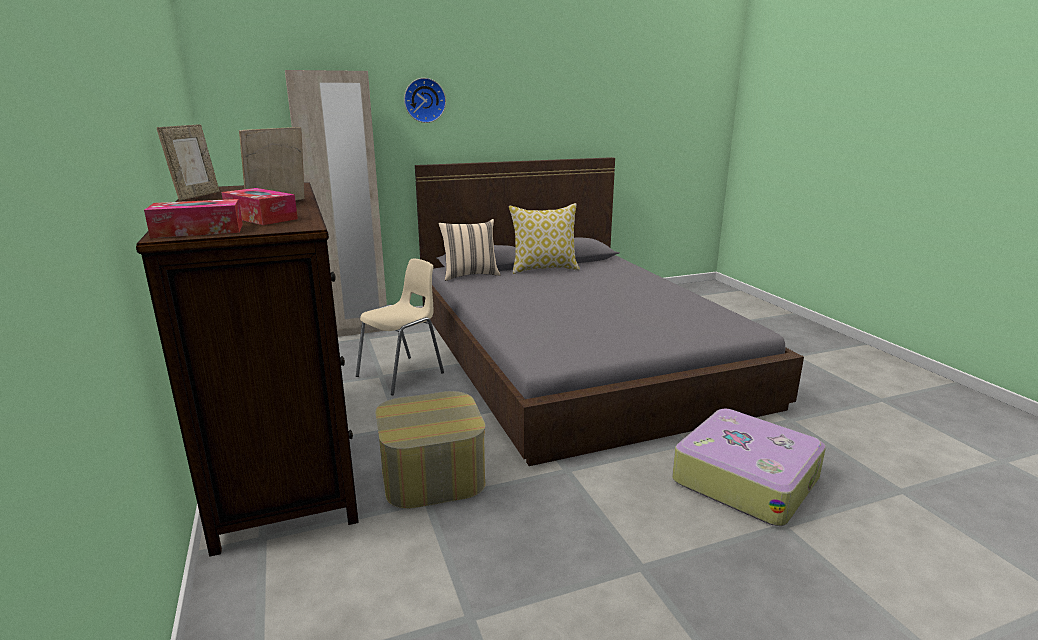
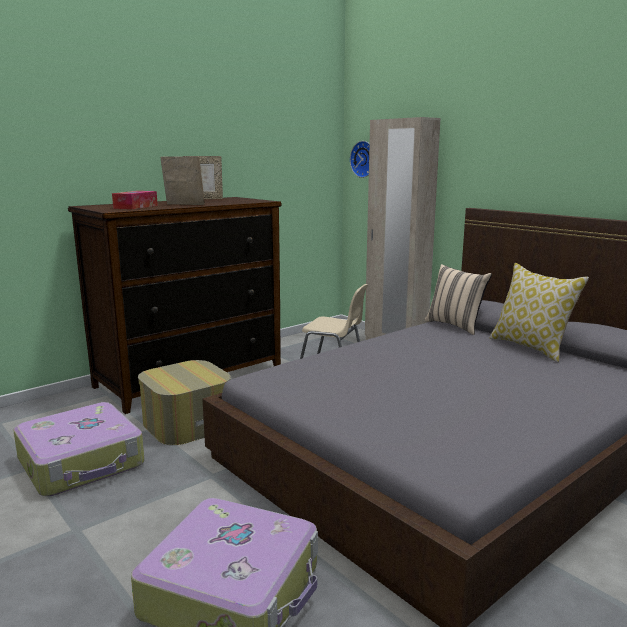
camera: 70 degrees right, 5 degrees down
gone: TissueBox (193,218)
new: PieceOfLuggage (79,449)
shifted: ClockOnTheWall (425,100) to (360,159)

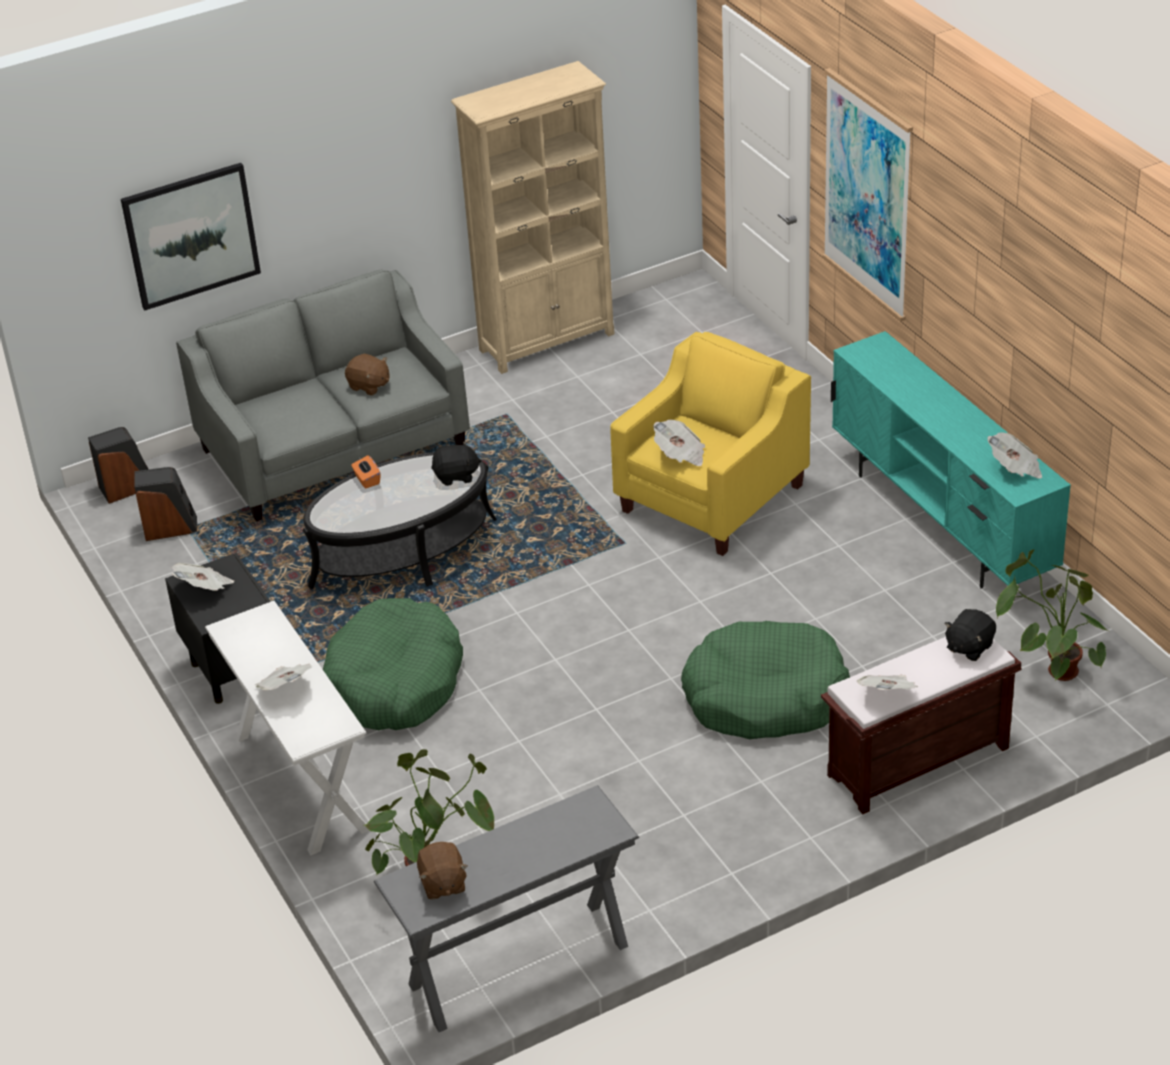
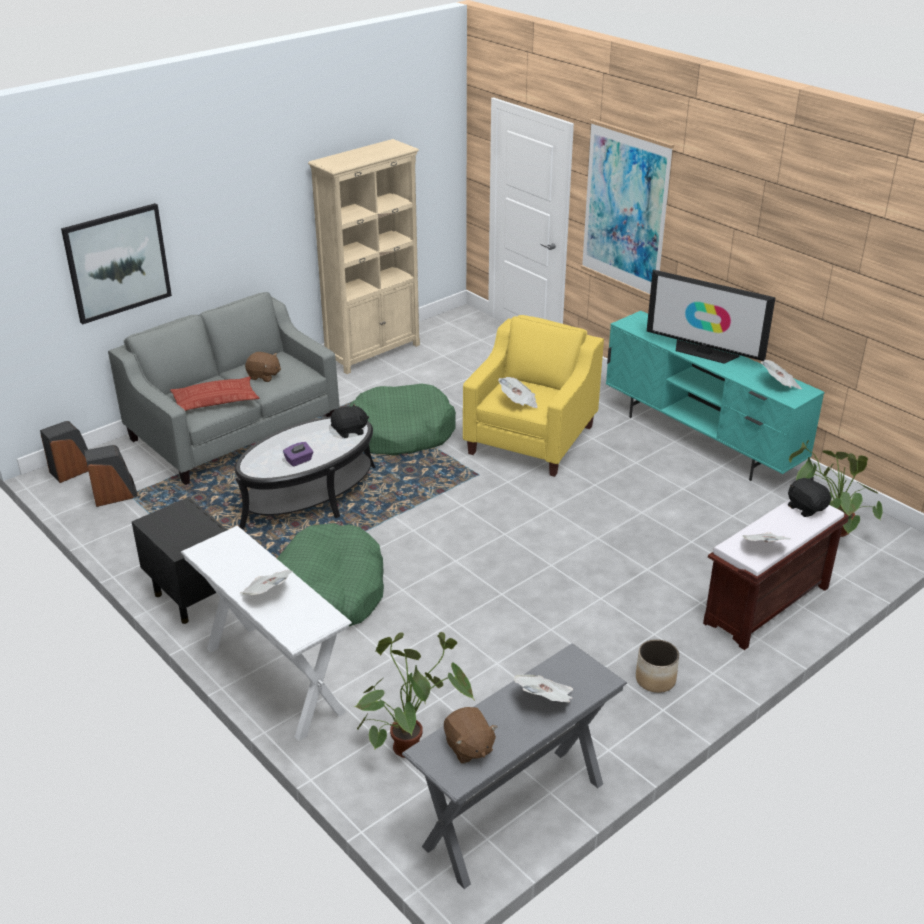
camera: 15 degrees left, 5 degrees down
gone: OrangeTissueBox (366,471)
new: Cushion (214,393); PurplishTissueBox (298,454); FlowerPot (657,666); Television (711,317)
shifted: GreenishDogCushion (765,680) to (402,419); DailyPaper (203,577) to (543,689)
rotated: BlackCuddlyToy (970,635) = (809,497) 120 degrees clockwise

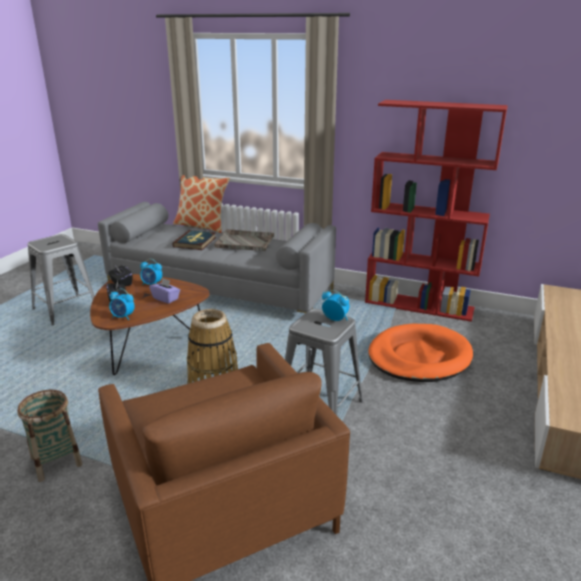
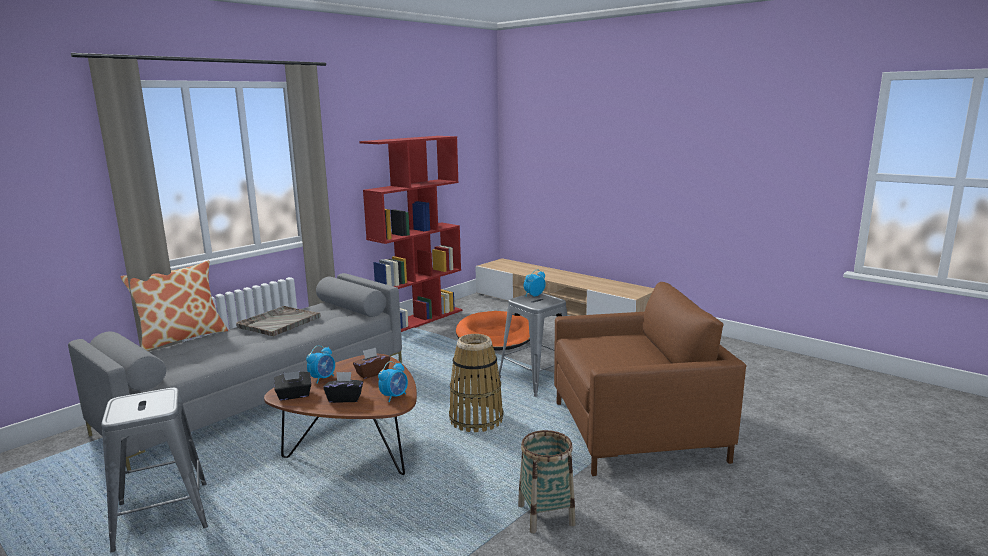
camera: 70 degrees left, 10 degrees down
gone: Book (194,240)
repainted: PurplishTissueBox (164,290) to BrownishTissueBox (371,363)

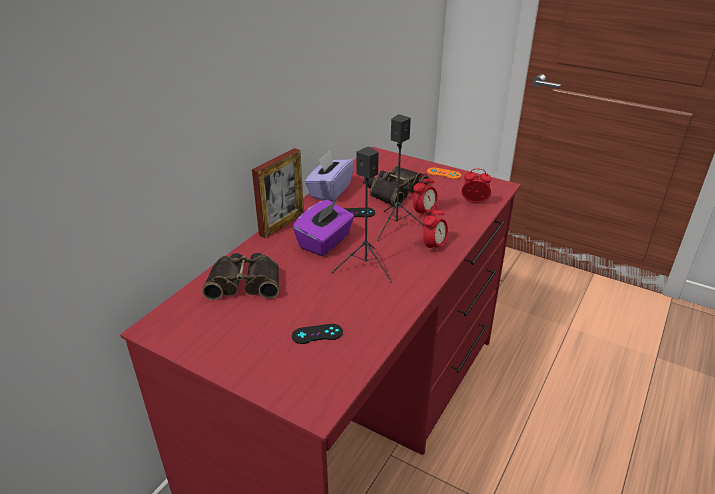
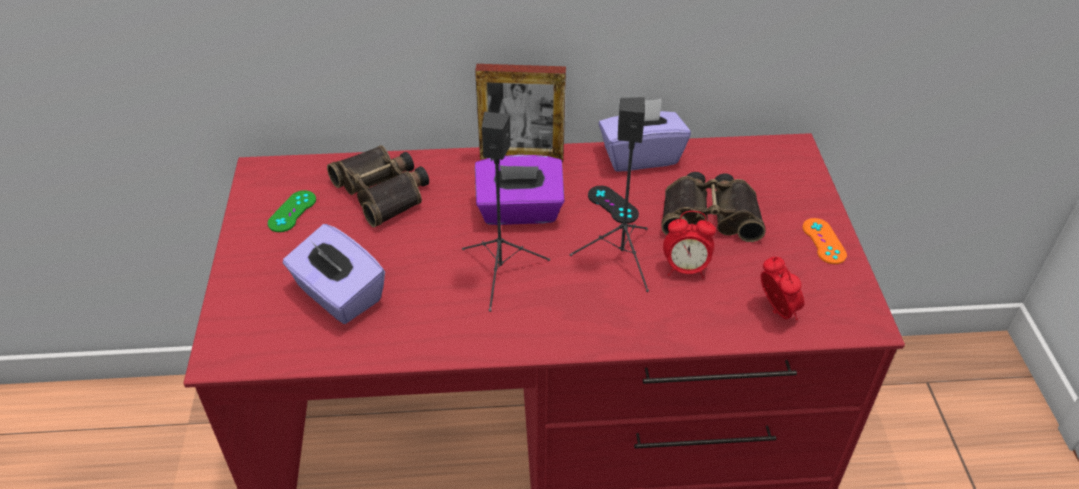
camera: 55 degrees right, 10 degrees up
gone: BedsideClock (435,229)
new: GreenishJoypad (291,211)
swapped: BlackJoypad (317,334) to PurplishTissueBox (334,274)

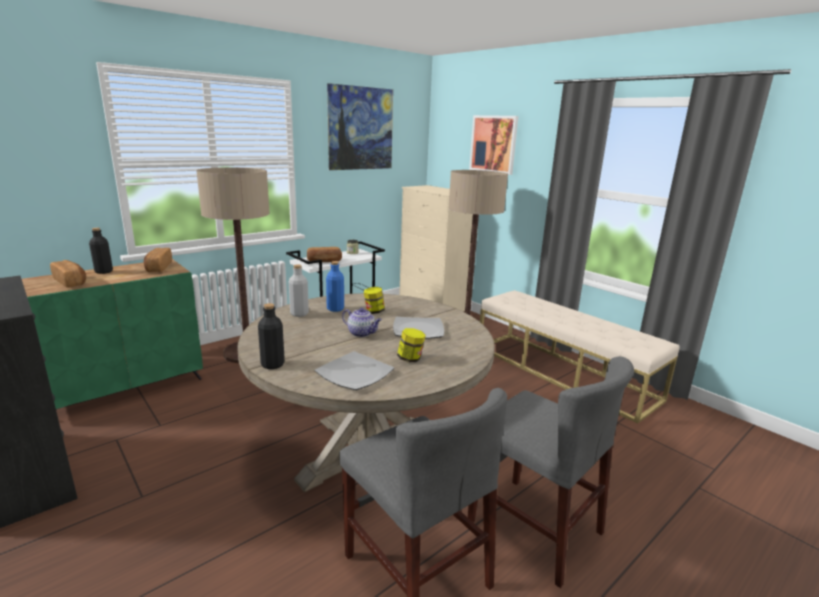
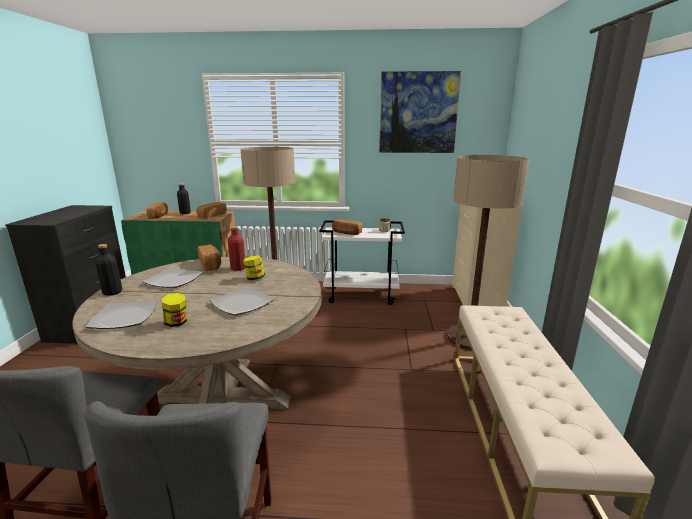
camera: 45 degrees right, 0 degrees up
gone: TeaPot (362,322); Picture (493,145)
new: Plate (172,278)
swapped: GreyBottle (299,290) to BakeryBread (209,257)
repainted: BluishBottle (335,286) to ReddishBottle (236,248)

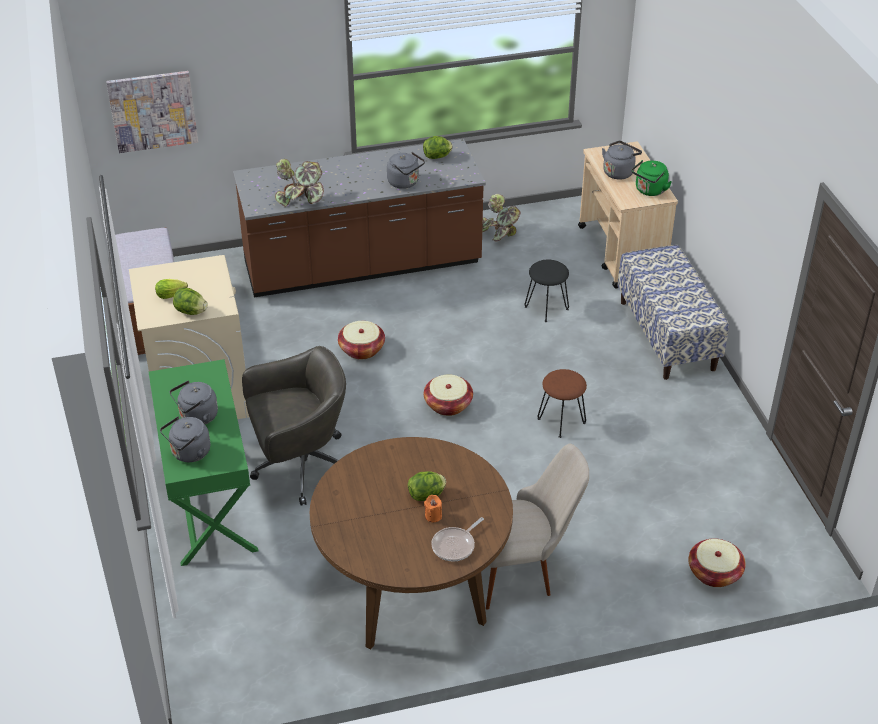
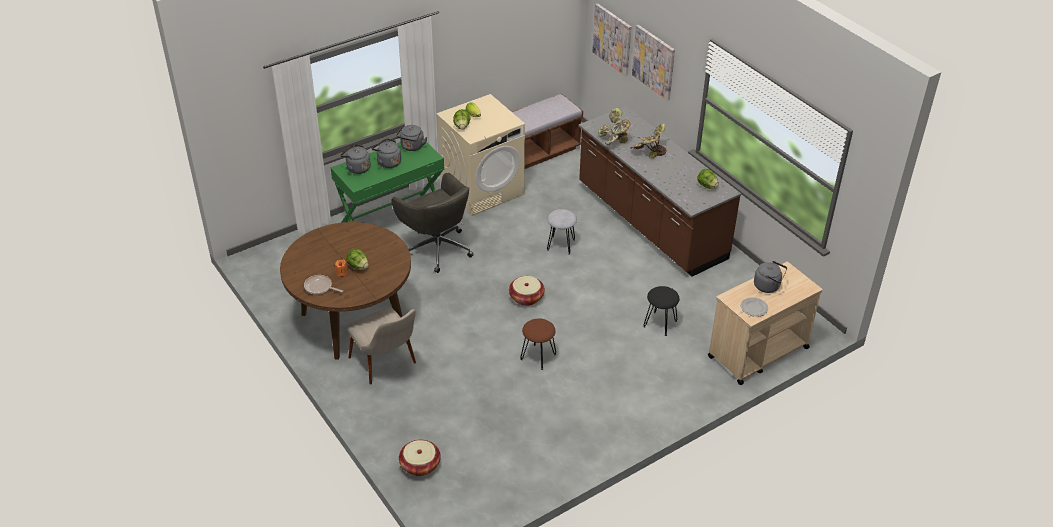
camera: 70 degrees right, 0 degrees up
gone: Bench (673,312)
new: Picture (653,62)
shifted: GreyWaterKettle (406,170) to (411,138); Houseplant (501,217) to (649,140)
swapped: Basket (361,340) to GreyStool (562,231); GreenishWaterKettle (651,178) to Plate (754,307)

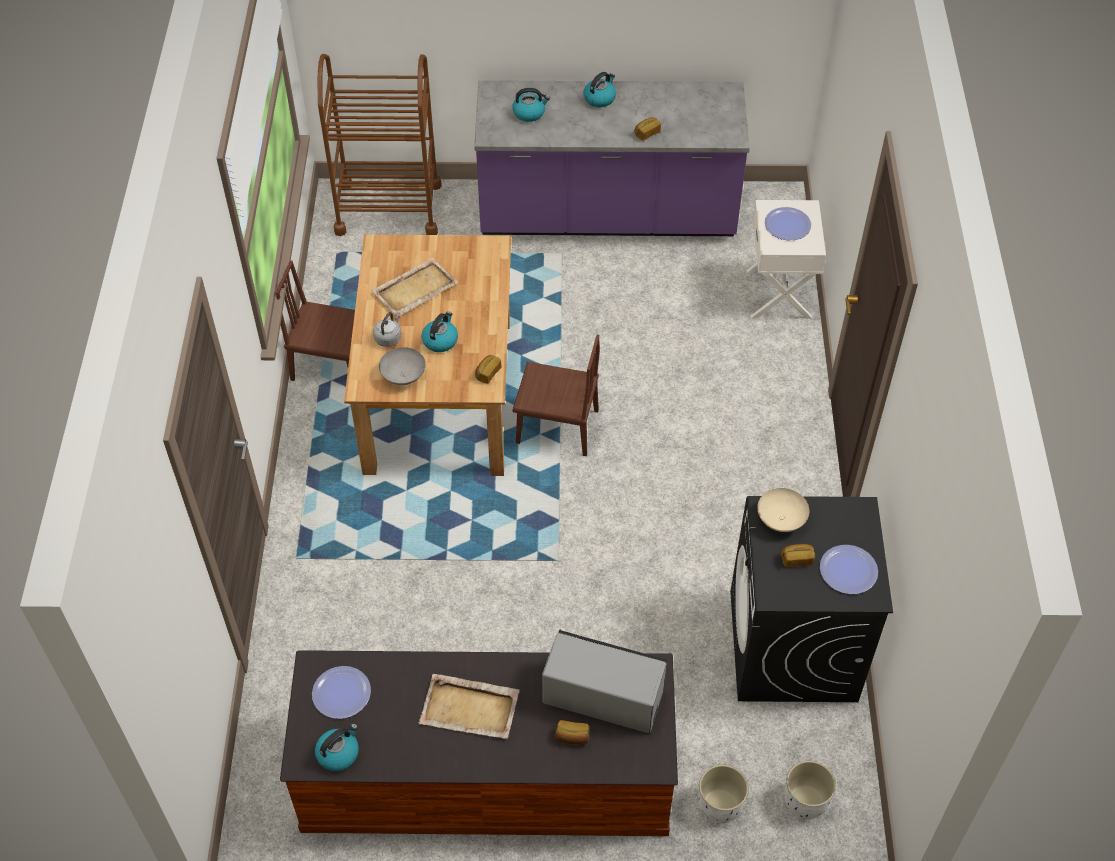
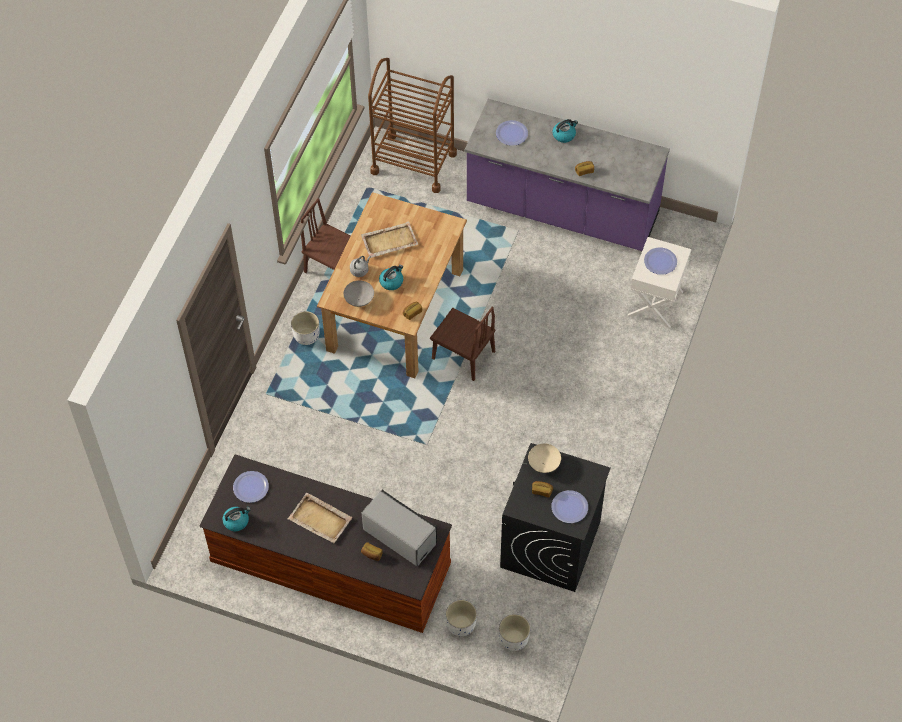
camera: 20 degrees right, 5 degrees up
new: WhiteColouredFlowerPot (305,328)
swapped: WaterKettle (531,105) to Plate (512,133)

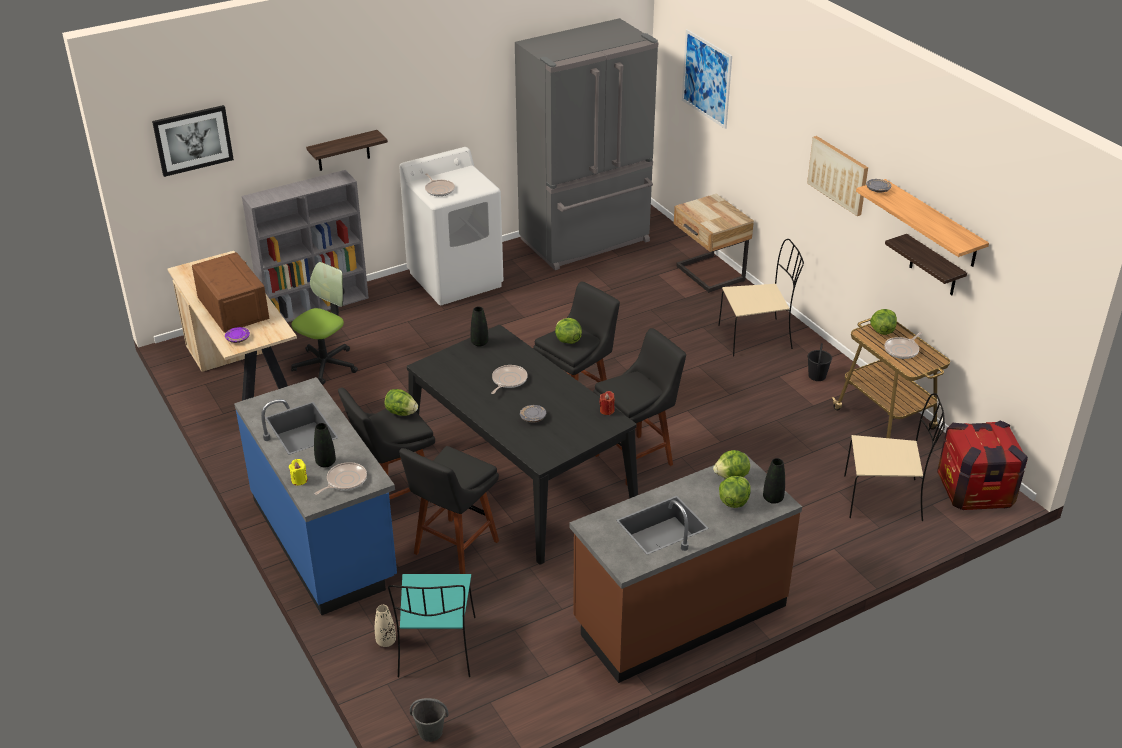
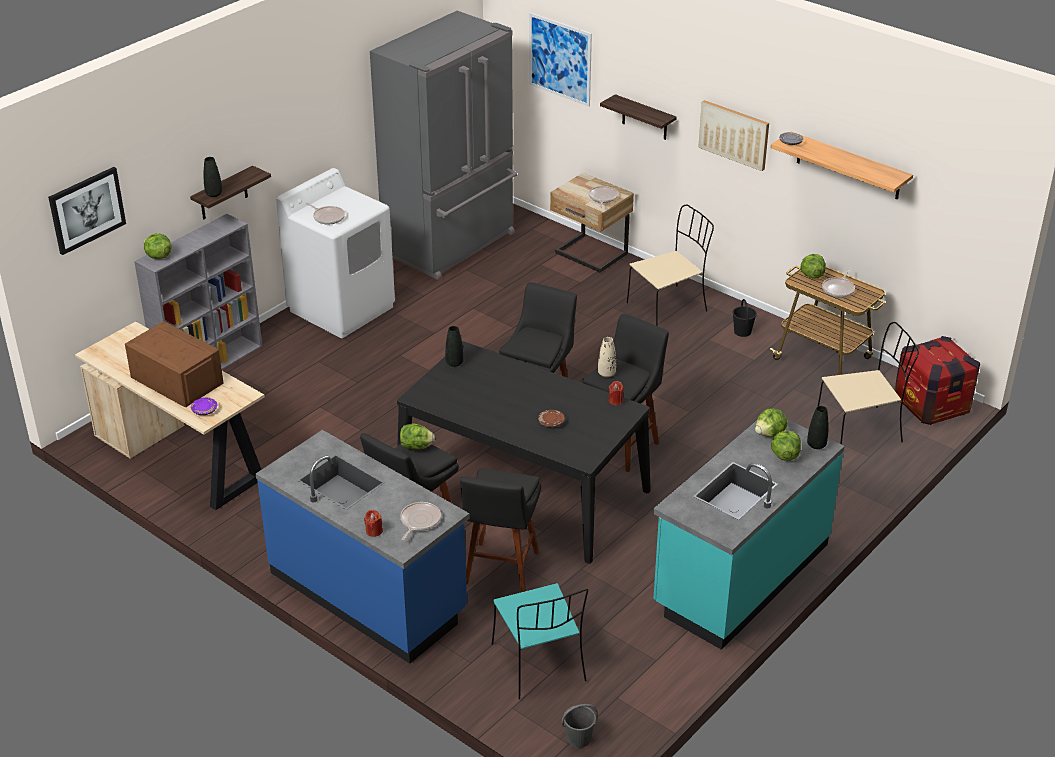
camera: 20 degrees left, 0 degrees up
gone: OfficeChair (324,323)
shifted: HeadOfLettuce (568,331) to (157,246); BlackVase (325,445) to (213,177); FryingPan (509,379) to (603,197); BeigeVase (385,626) to (607,357); WallShelf (926,264) to (638,117)
repainted: YellowColouredCandle (298,472) to ReddishCandle (373,523); GreyPlate (533,414) to BrownishPlate (551,418); BrownishKitchenCounter (685,568) to TurquoiseColouredKitchenCounter (749,534)

